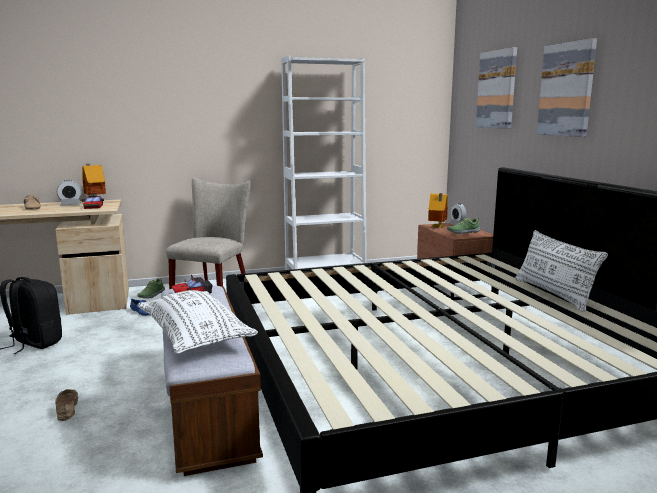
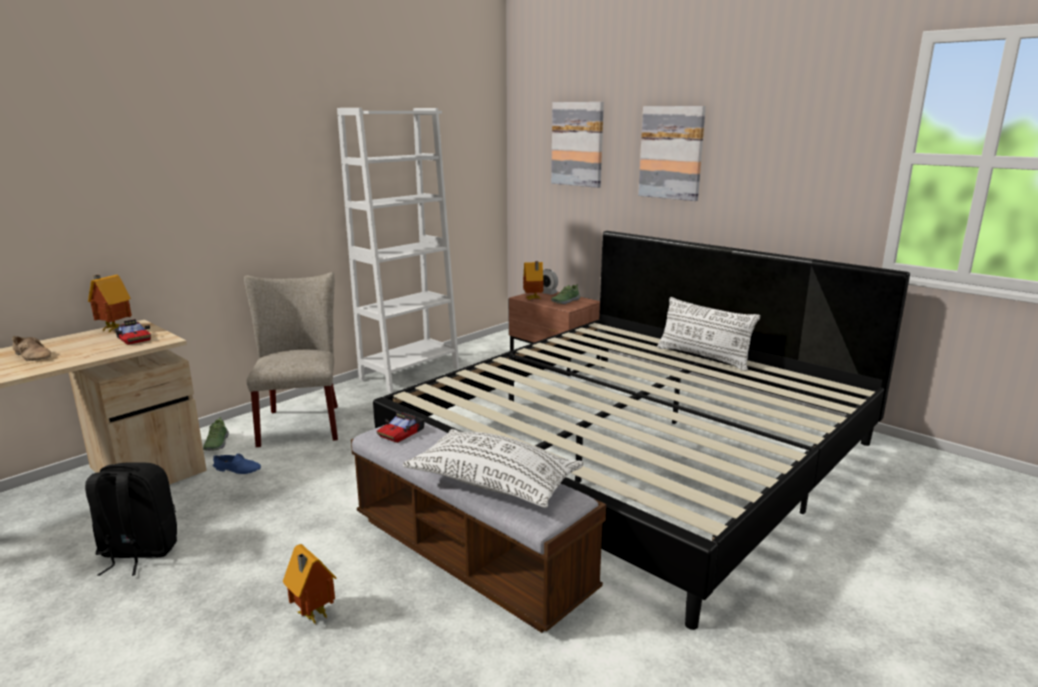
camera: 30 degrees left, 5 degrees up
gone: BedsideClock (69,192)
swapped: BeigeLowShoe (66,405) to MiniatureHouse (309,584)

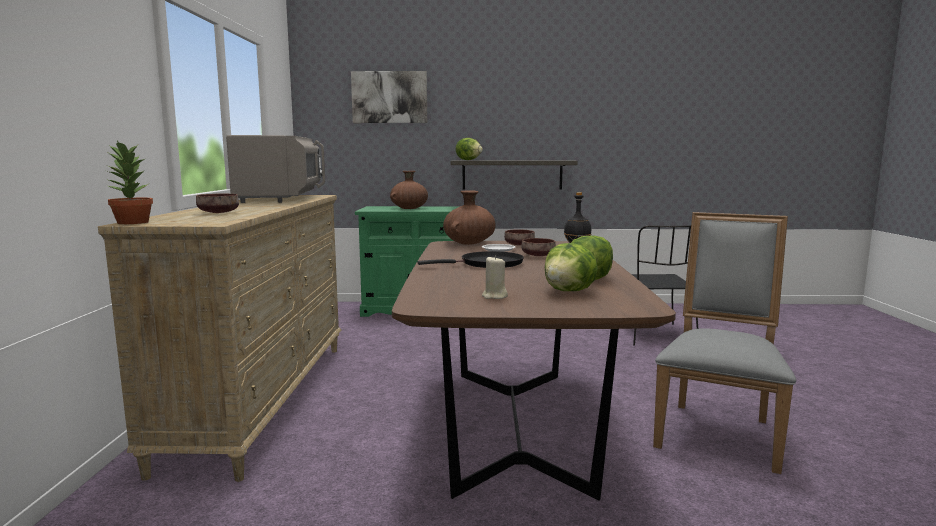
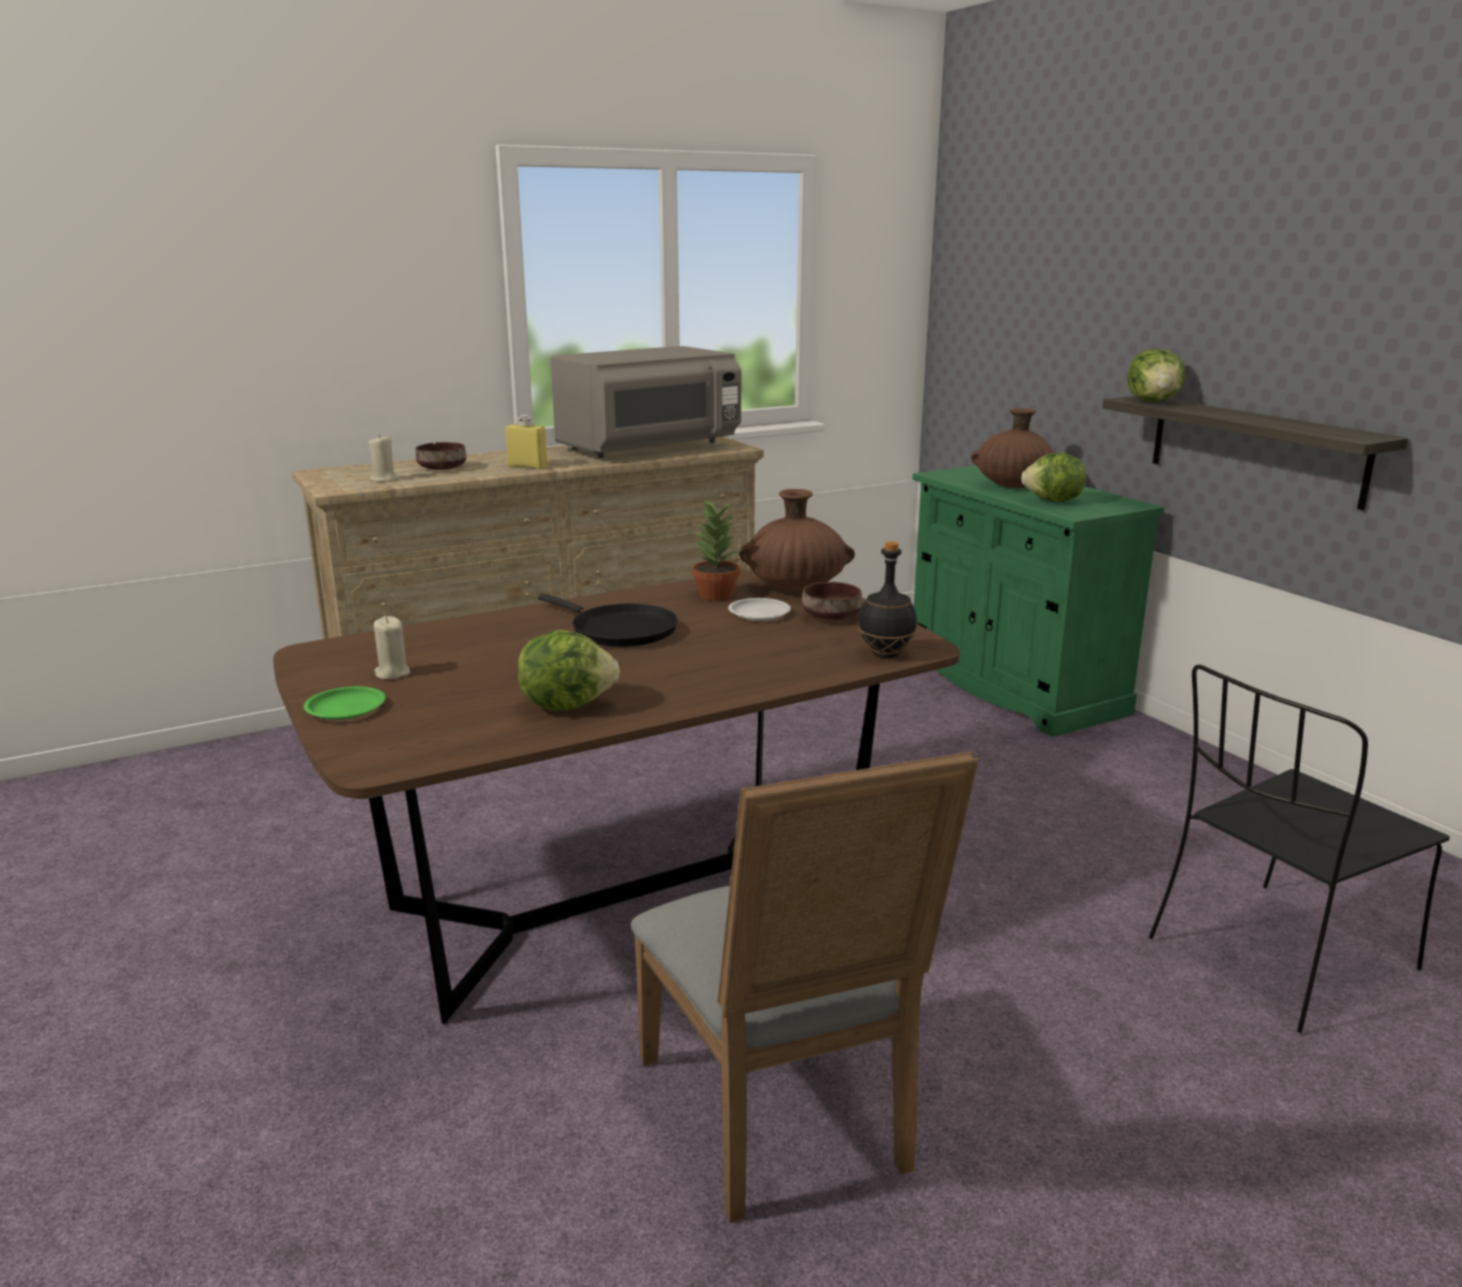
camera: 60 degrees right, 10 degrees up
gone: Picture (389,97); BrownishDeepDish (538,247)
new: GreenishPlate (345,703); BeigeCandle (384,458); YellowColouredBottle (526,442)
shifted: Houseplant (129,182) to (716,550); HeadOfLettuce (571,267) to (1053,477)
rotated: GreyChair (724,343) = (805,987) 75 degrees clockwise

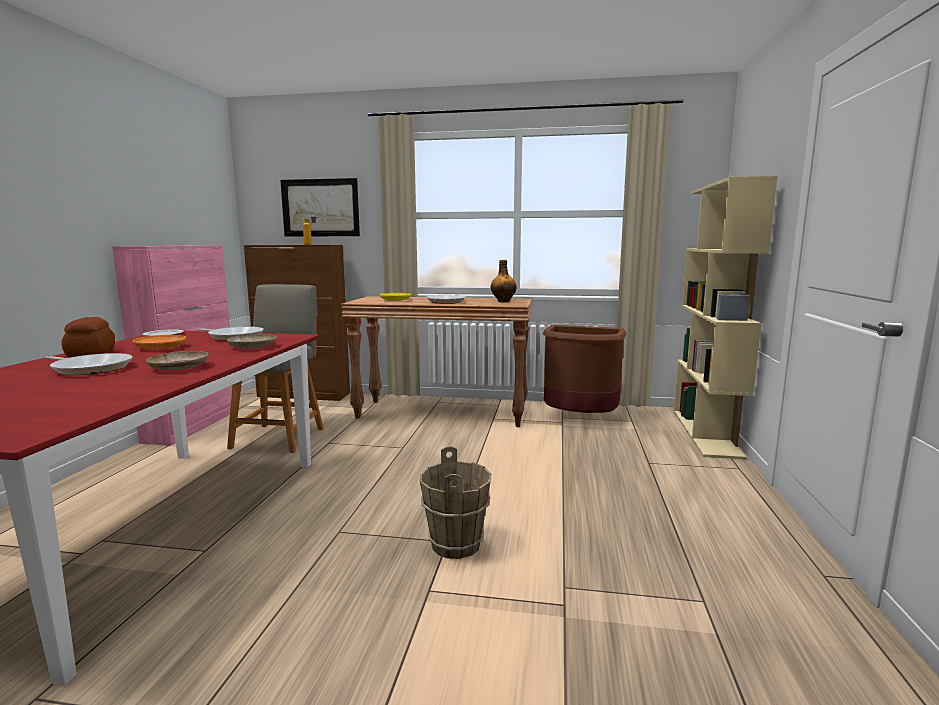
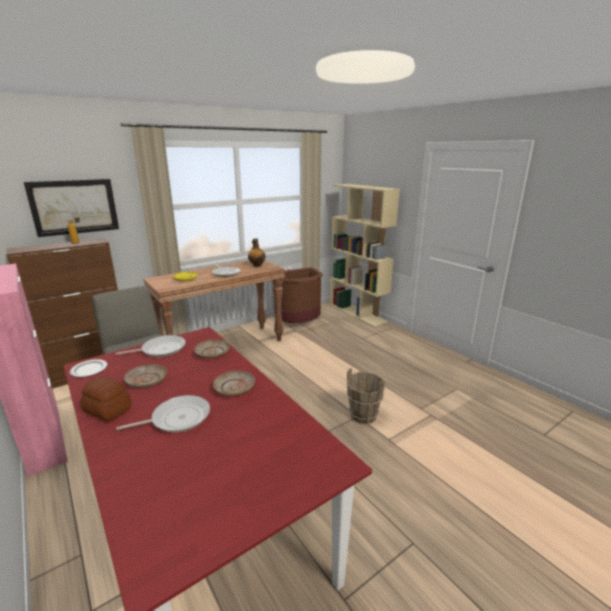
camera: 45 degrees left, 10 degrees up
repainted: OrangePlate (159,342) to BeigePlate (145,376)

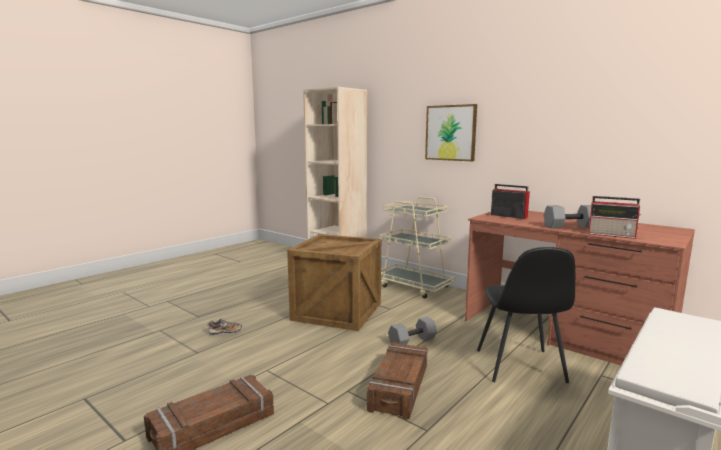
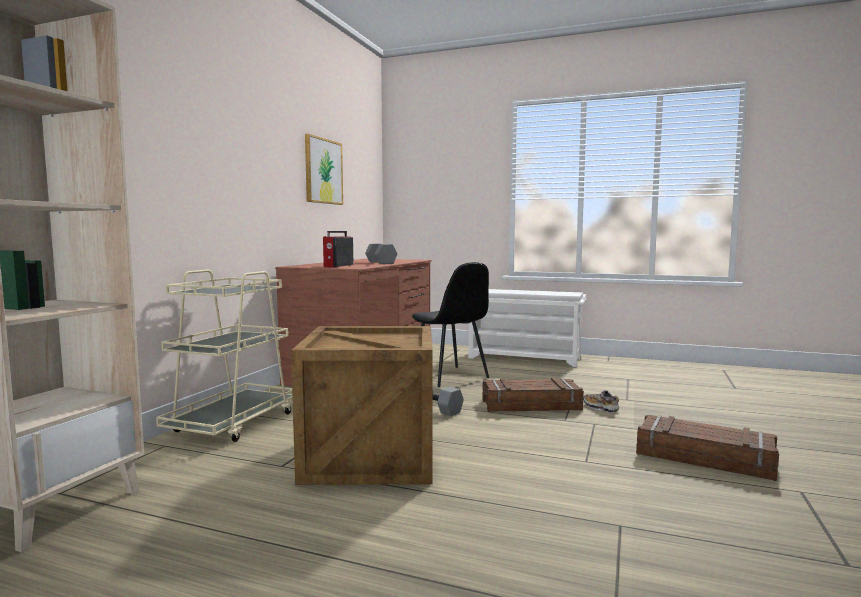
camera: 110 degrees left, 5 degrees down
gone: RadioSet (614,217)
shifted: Picture (451,132) to (324,169); LowShoe (224,326) to (601,401)
rotated: BlackChair (526,315) = (450,324) 75 degrees clockwise

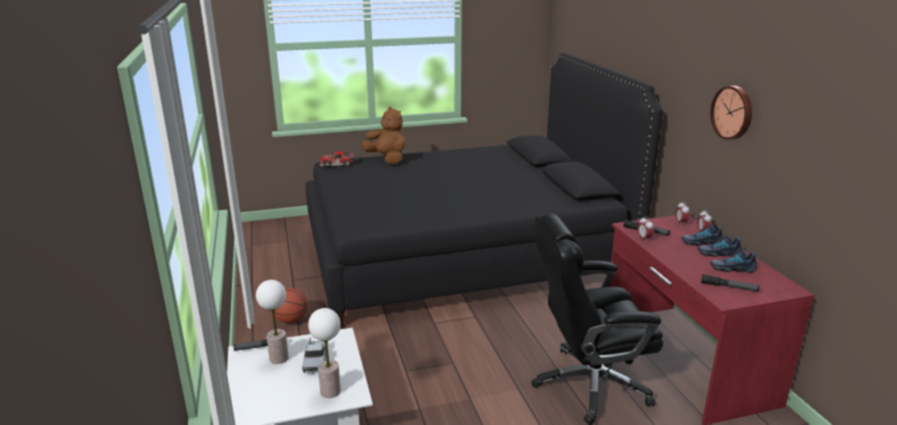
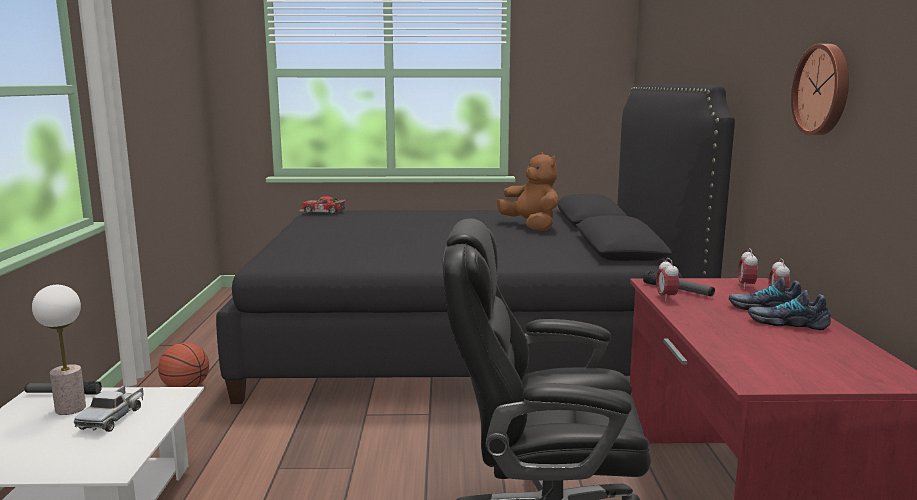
camera: 15 degrees right, 10 degrees down
gone: TabletopLamp (324,353); Torch (730,283); LowShoe (733,261)
shifted: BrownishCuddlyToy (383,135) to (528,191)

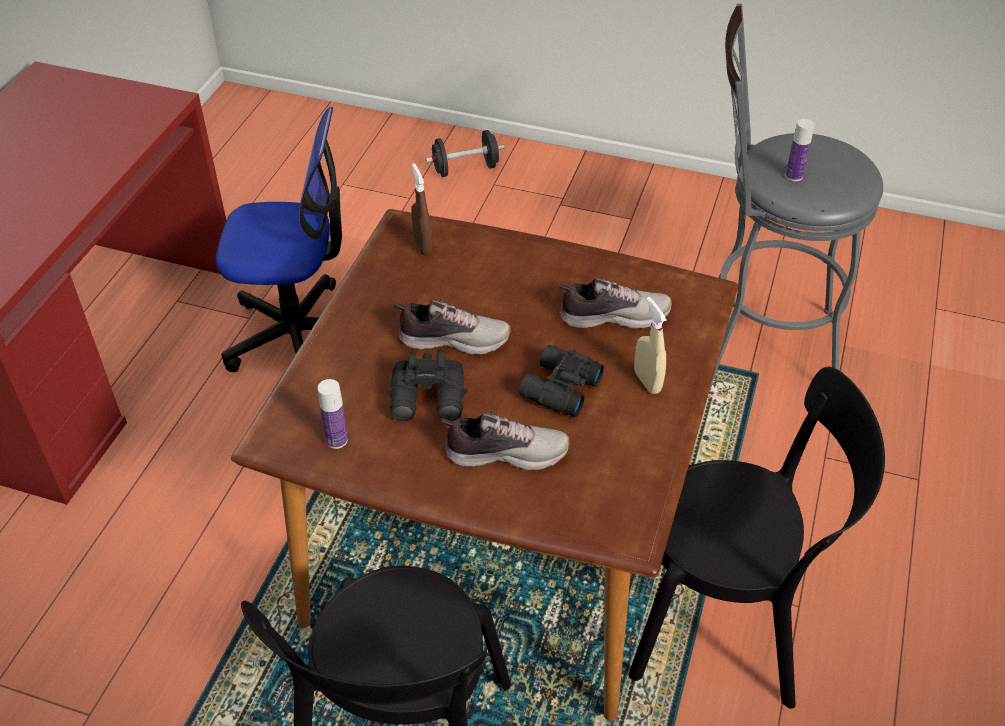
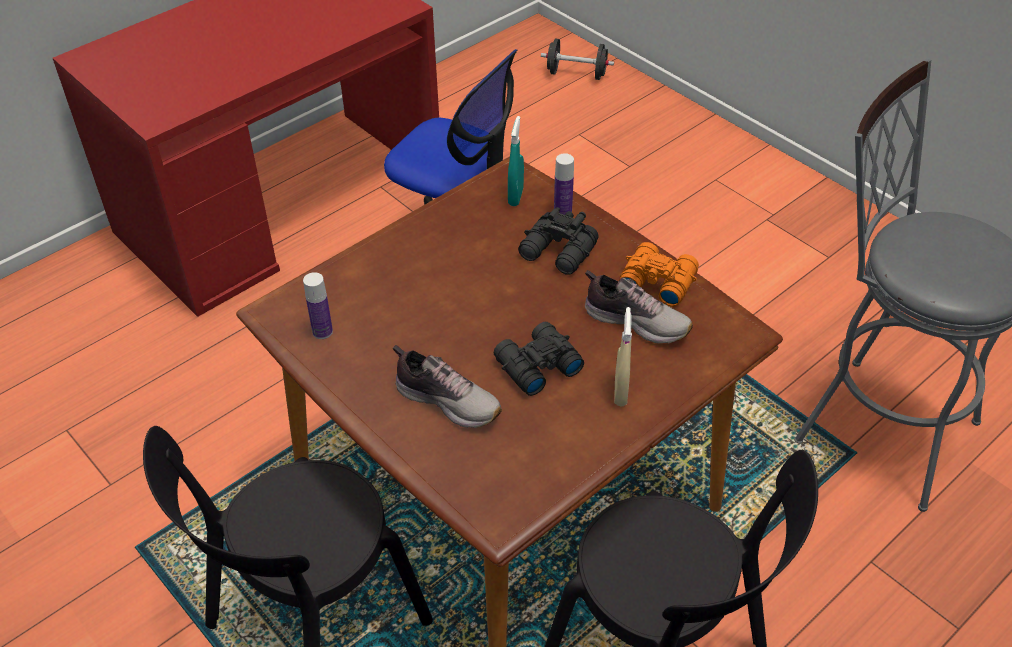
camera: 30 degrees right, 0 degrees up
gone: LowShoe (452,327)
new: OrangeFieldGlasses (659,274)
shifted: BlackFieldGlasses (427,384) to (558,241); BlackFreeWeight (465,153) to (577,59); Bottle (800,150) to (564,184)
repainted: BrownishSprayer (421,209) to TurquoiseColouredSprayer (516,161)

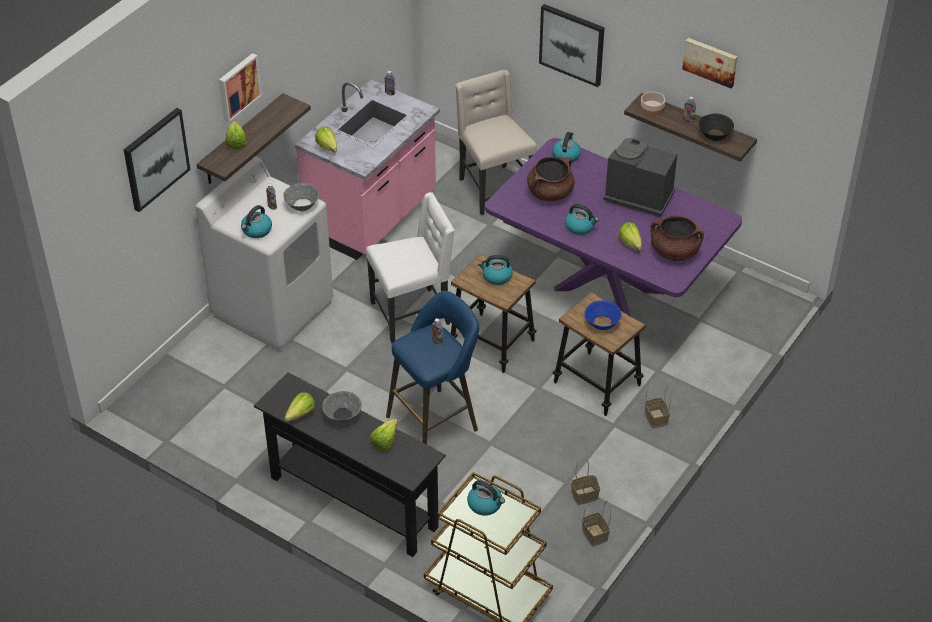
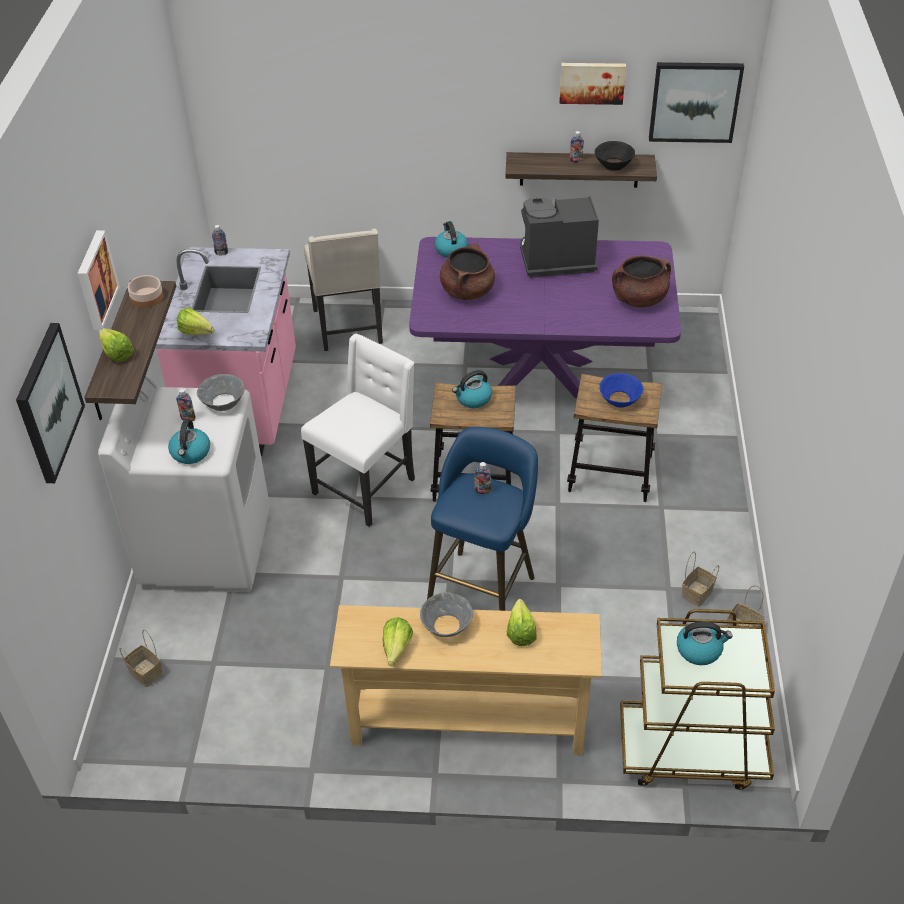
camera: 30 degrees left, 0 degrees up
gone: WaterKettle (582,219); HeadOfLettuce (630,236)
shifted: Basket (658,407) to (141,658); DeepDish (652,104) to (145,291); Picture (572,45) to (696,102)
repainted: BlackConsoleTable (350,464) to BeigeConsoleTable (466,680)
rotated: BeigeChair (496,142) = (343,290) 135 degrees counterclockwise

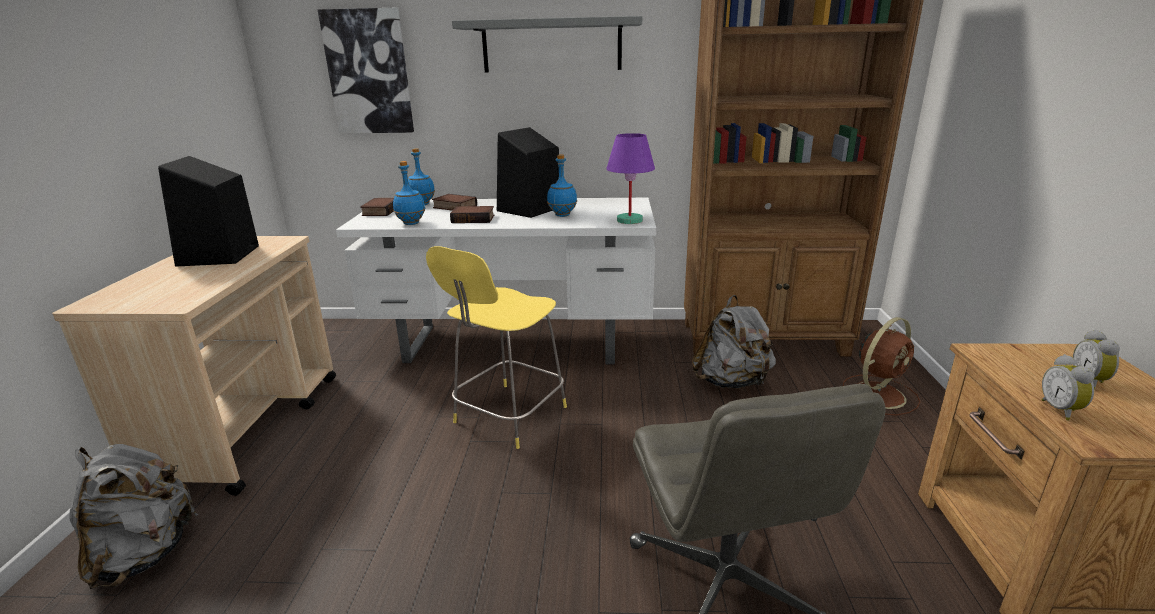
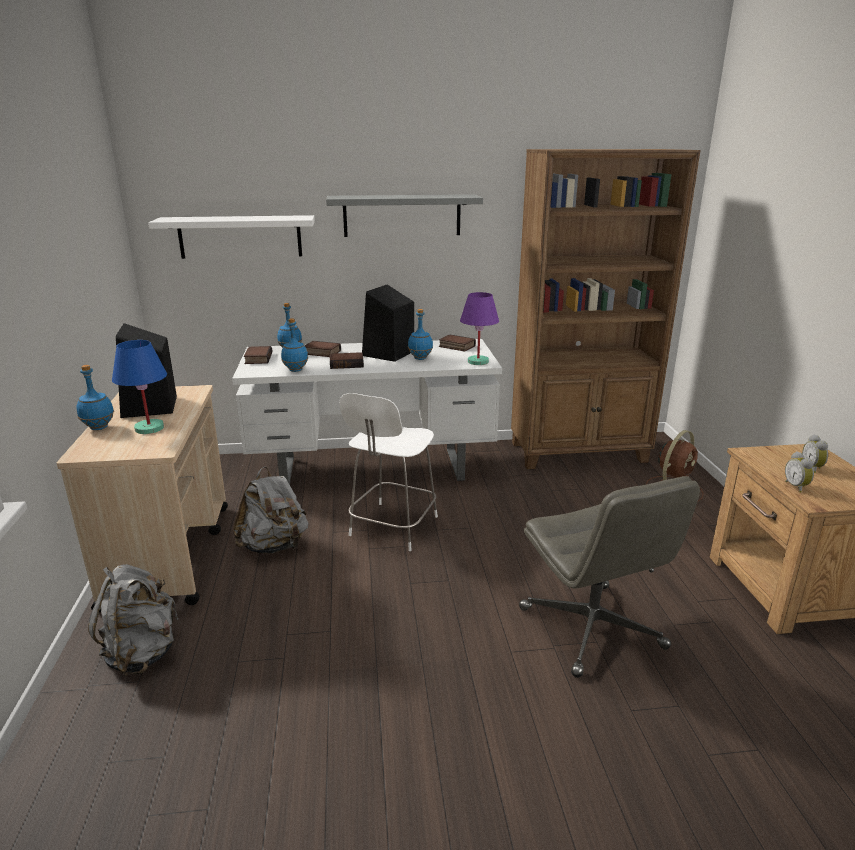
camera: 10 degrees left, 0 degrees up
new: BluishBottle (95,397); BluishTabletopLamp (139,387); Book (457,343)
shifted: GreyRucksack (734,341) to (271,510)
swapped: Picture (366,71) to WhiteColouredWallShelf (231,237)
repainted: YellowColouredStool (496,347) to WhiteColouredStool (388,472)

